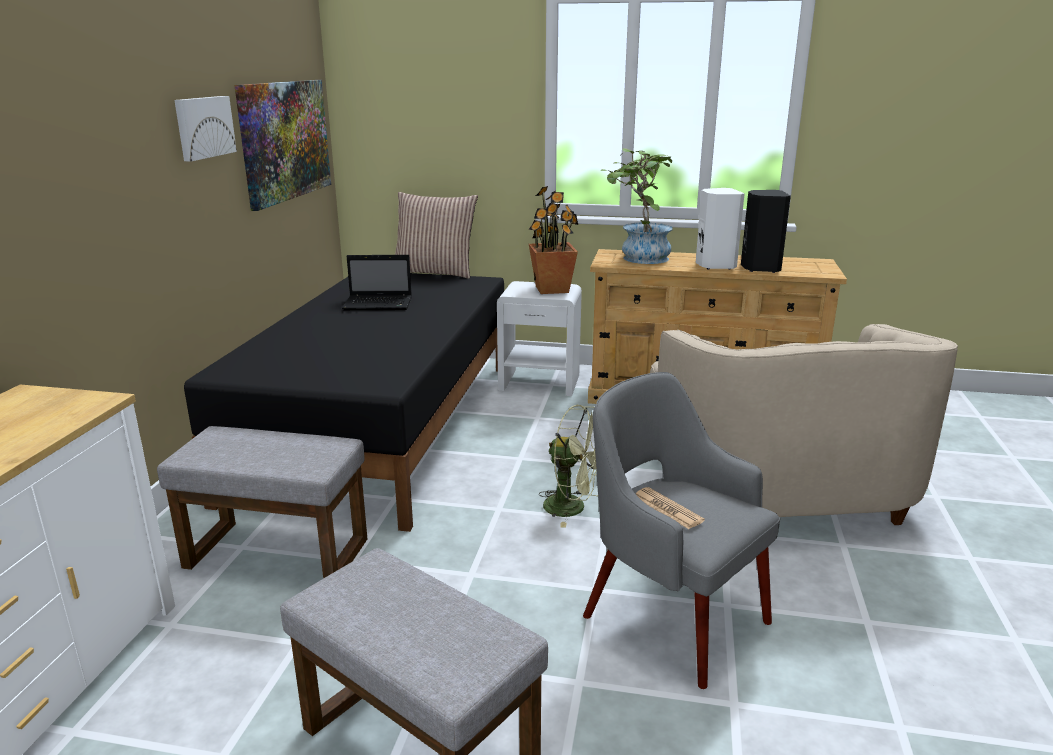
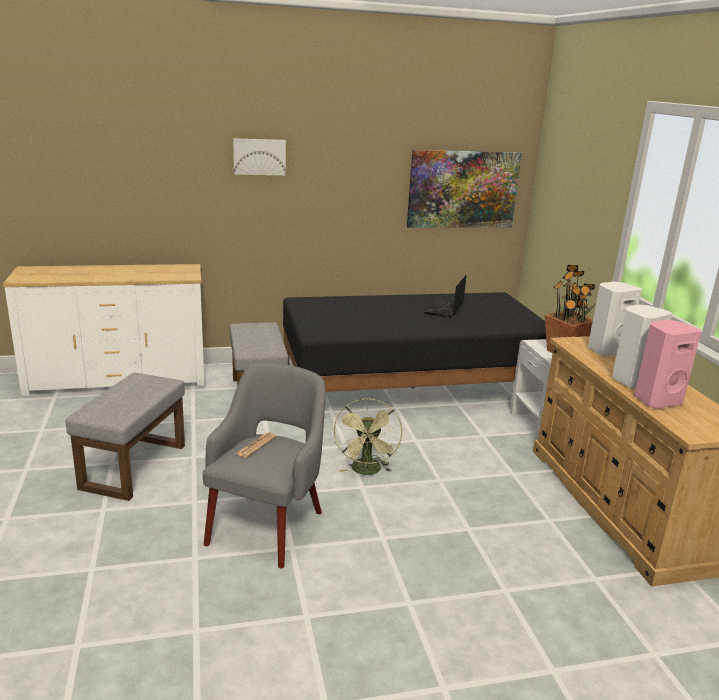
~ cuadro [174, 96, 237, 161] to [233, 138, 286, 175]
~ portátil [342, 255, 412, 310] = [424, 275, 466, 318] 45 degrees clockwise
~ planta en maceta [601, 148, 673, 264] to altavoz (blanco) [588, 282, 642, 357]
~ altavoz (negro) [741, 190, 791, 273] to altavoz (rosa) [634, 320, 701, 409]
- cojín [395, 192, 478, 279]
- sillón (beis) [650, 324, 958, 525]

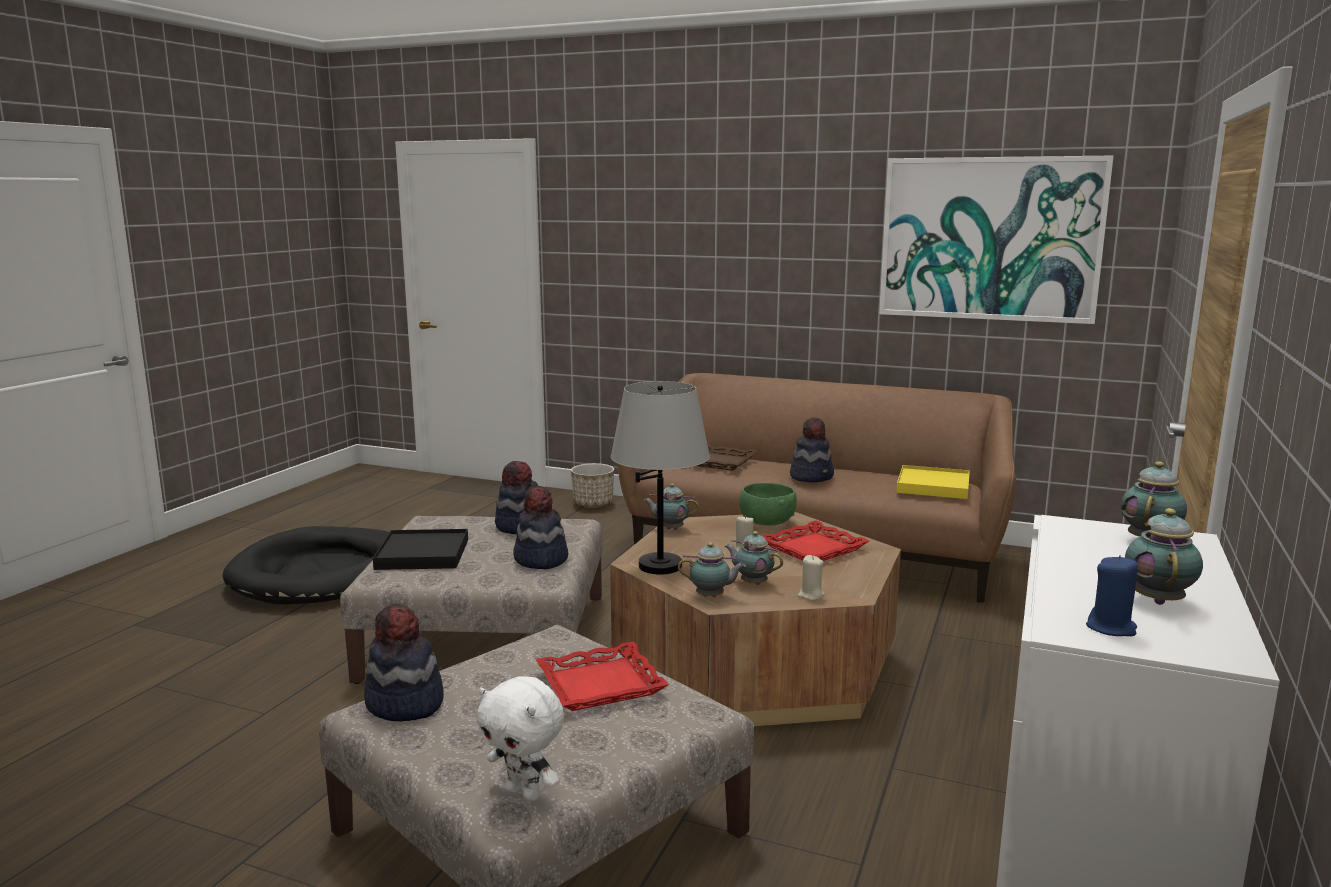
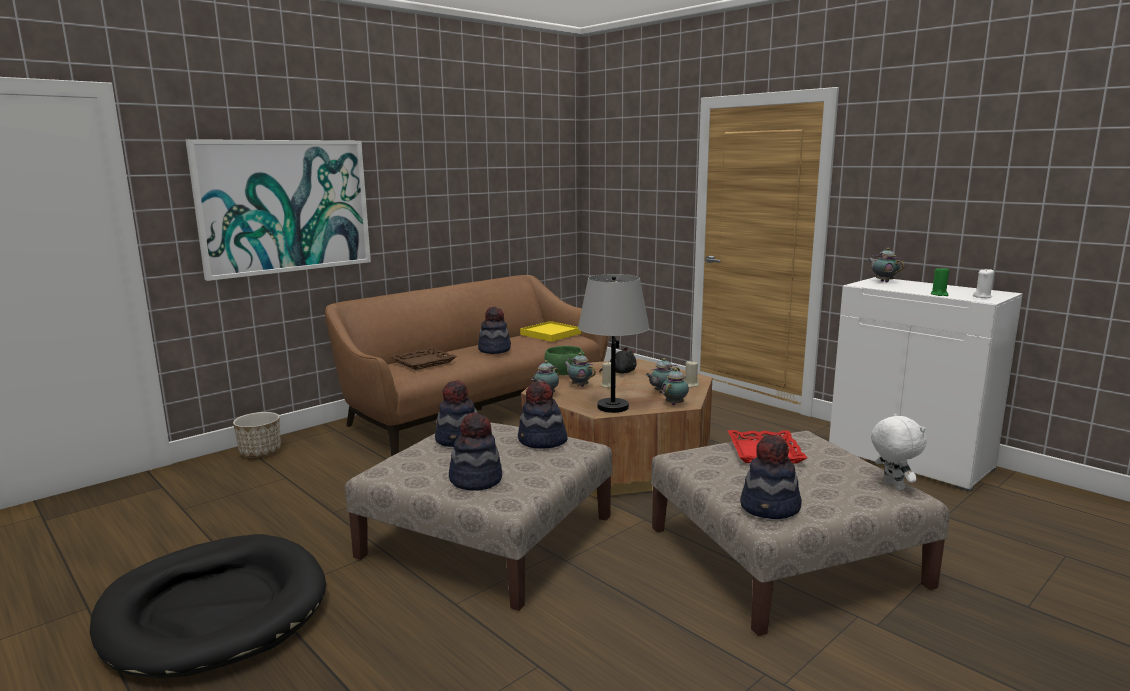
~ cuadro [879, 156, 1114, 324] to [186, 139, 371, 281]
~ bandeja (negro) [373, 529, 468, 570] to sombrero [449, 413, 502, 491]
~ tetera [1125, 508, 1203, 605] to [564, 353, 596, 387]
~ bandeja (rojo) [762, 521, 869, 561] to peluche (negro) [599, 347, 637, 374]
~ peluche (blanco) [477, 676, 564, 803] = [871, 414, 927, 490] 75 degrees counterclockwise
+ vela (verde) [931, 266, 949, 296]
~ vela (azul) [1086, 555, 1138, 636] to vela (blanco) [973, 268, 994, 298]

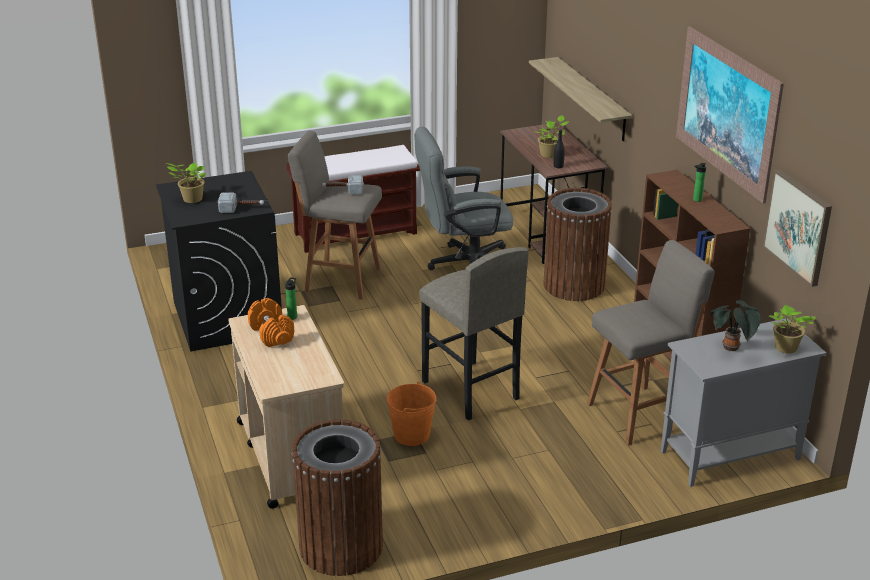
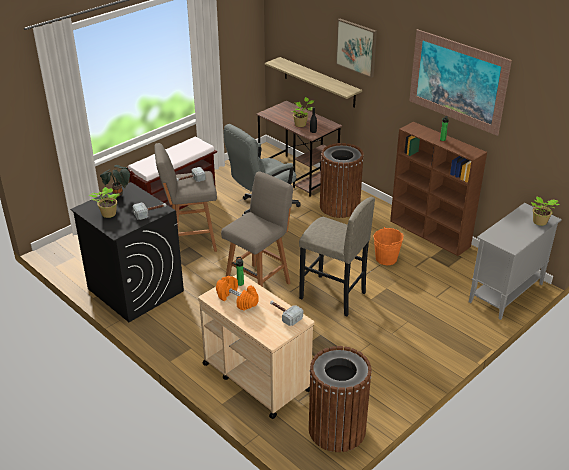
~ planta en maceta [710, 300, 761, 351] to [100, 165, 130, 196]
~ taburete (gris) [587, 240, 715, 446] to [221, 171, 293, 287]
+ martillo [270, 301, 303, 326]
~ cuadro [763, 169, 832, 287] to [336, 19, 377, 78]
~ cubo (naranja) [387, 382, 437, 446] to [374, 227, 404, 265]

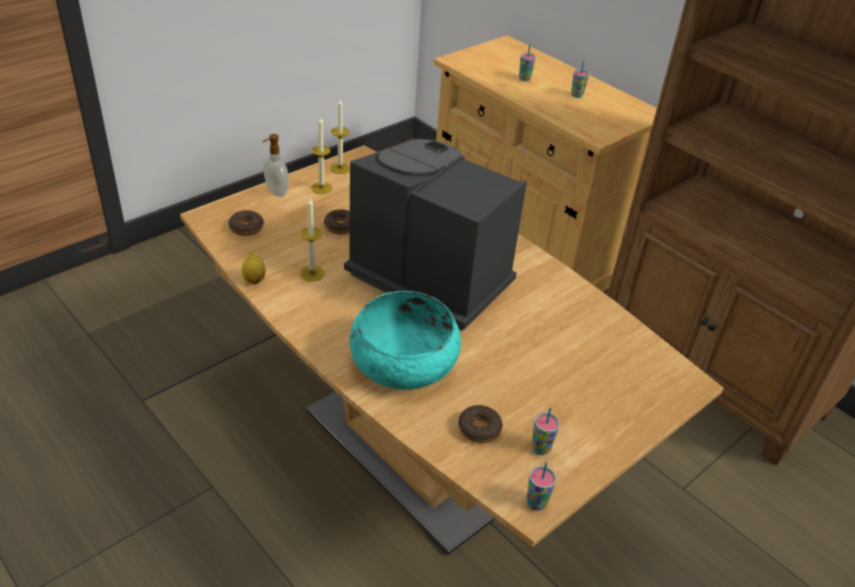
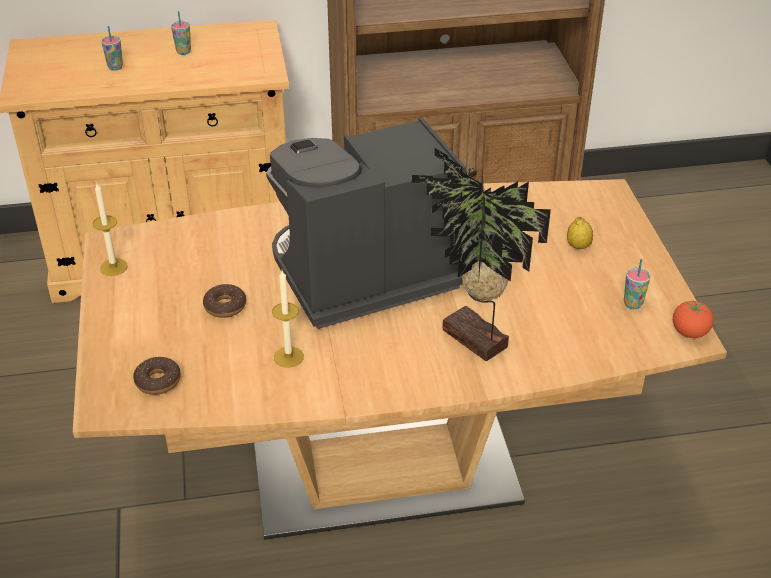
~ cuenco (turquesa) [349, 291, 461, 390] to planta en maceta [412, 148, 551, 361]
~ limón [242, 252, 266, 284] to [567, 216, 593, 249]
~ taza [526, 462, 556, 511] to tomate [673, 300, 714, 338]
- dispensador de jabón [262, 134, 289, 197]
- vela [311, 116, 333, 194]
- rosquilla [458, 405, 503, 443]

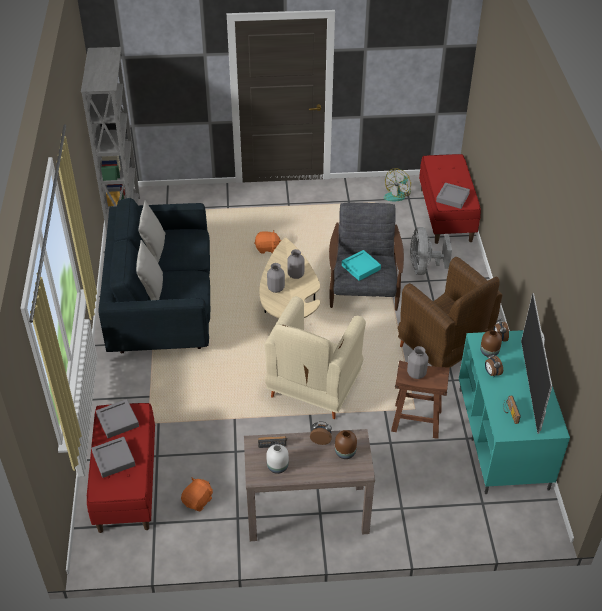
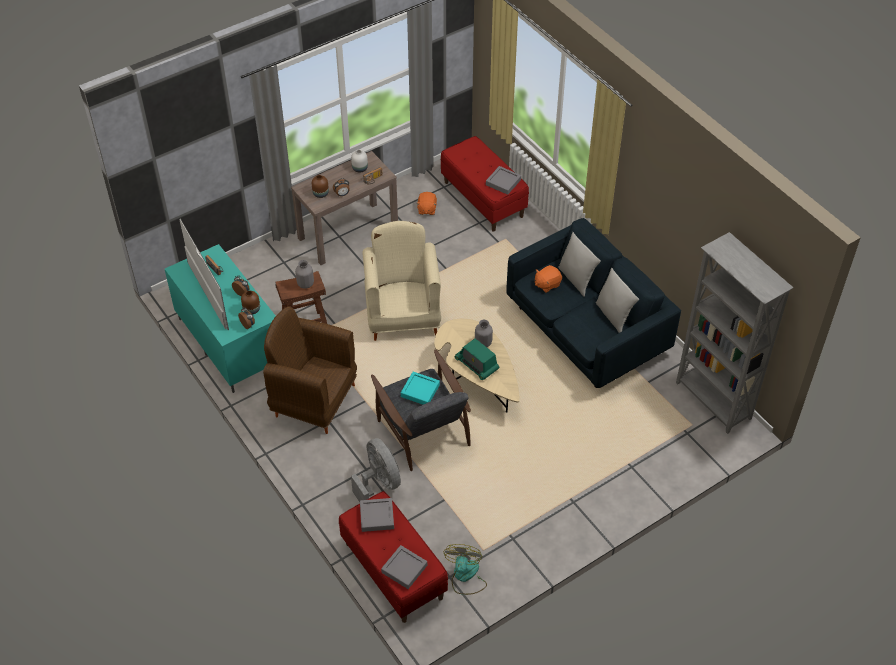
~ bandeja (gris) [91, 437, 136, 478] to [381, 545, 427, 589]
~ florero (gris) [287, 249, 305, 279] to radio [455, 338, 499, 380]
~ peluche (naranja) [254, 230, 281, 254] to [535, 265, 562, 293]

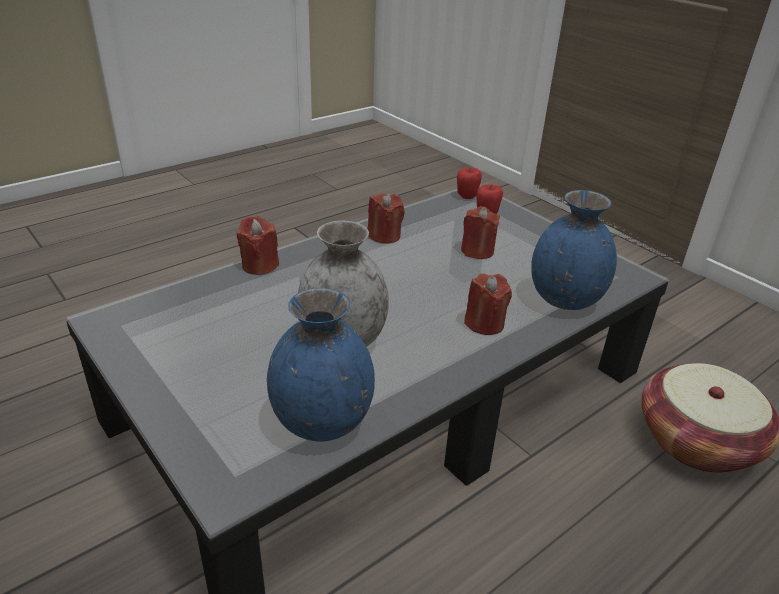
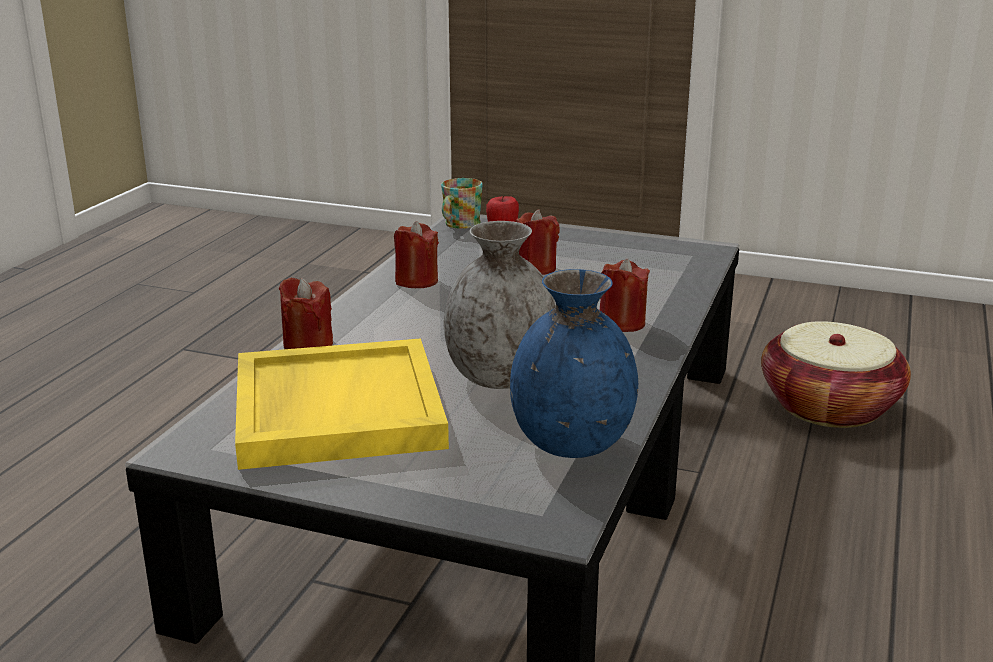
+ bandeja (amarillo) [235, 338, 449, 470]
~ manzana [457, 167, 482, 199] to taza grande [441, 178, 483, 229]
- florero (azul) [531, 190, 617, 310]

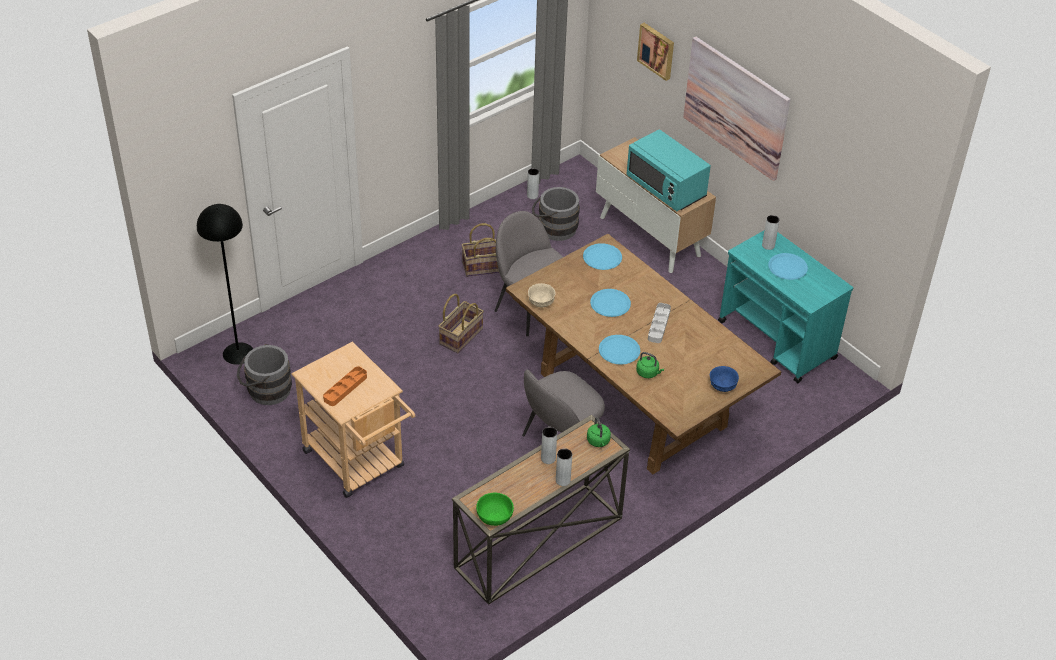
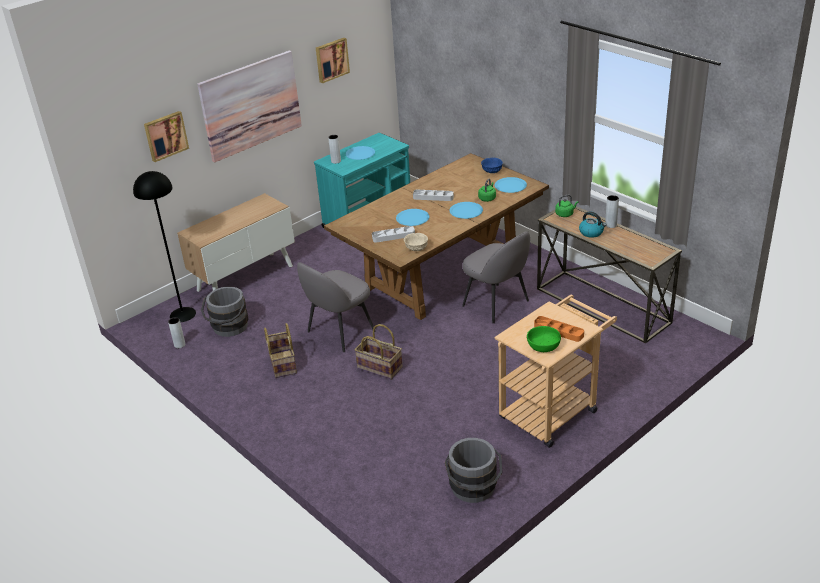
~ lámpara de pie (negro) [197, 204, 253, 365] to [133, 171, 196, 322]
+ cuadro [316, 38, 350, 83]
+ bandeja (gris) [372, 226, 415, 243]
~ plato (azul) [583, 243, 622, 270] to [495, 177, 527, 193]
~ cuenco (verde) [476, 493, 514, 526] to [527, 326, 561, 352]
~ florero (gris) [541, 427, 557, 464] to hervidor [579, 211, 606, 238]
- microondas (turquesa) [626, 129, 711, 211]

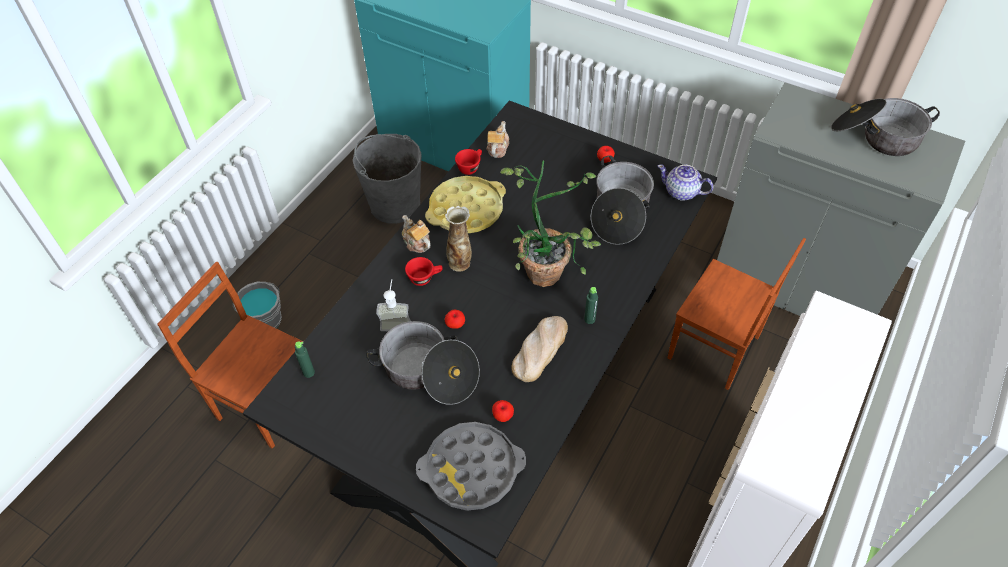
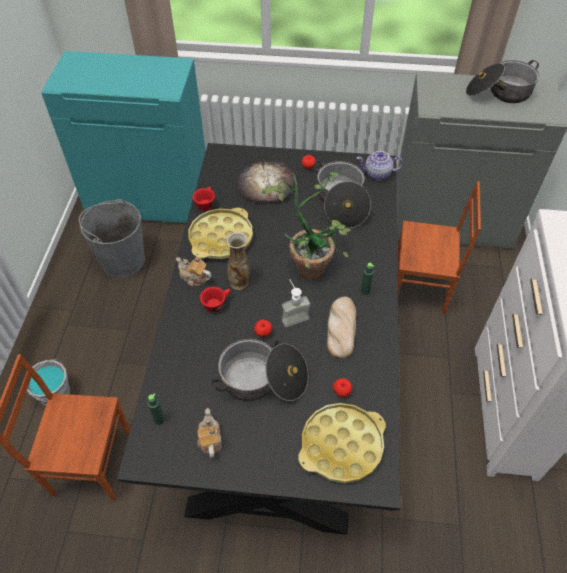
~ tetera [486, 121, 509, 158] to [197, 408, 222, 458]
+ pan [237, 160, 296, 204]
~ dispensador de jabón [376, 279, 411, 331] to [282, 279, 310, 327]
~ bandeja (gris) [416, 422, 526, 511] to bandeja (amarillo) [298, 403, 386, 483]

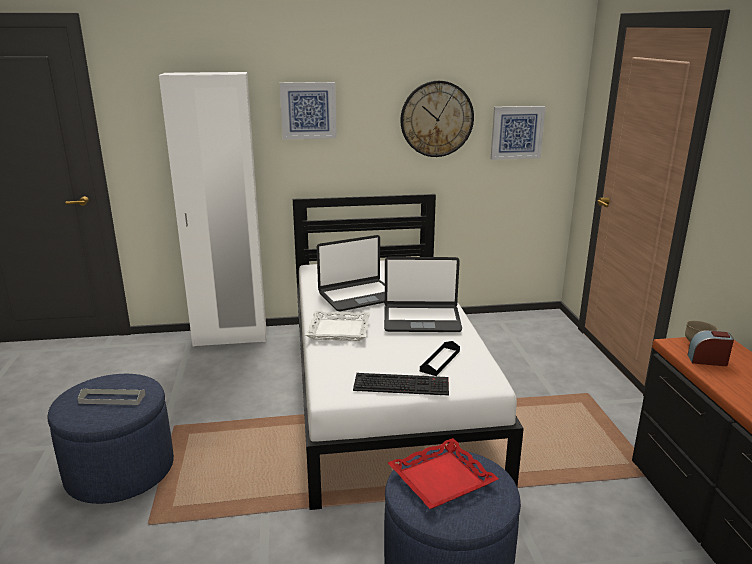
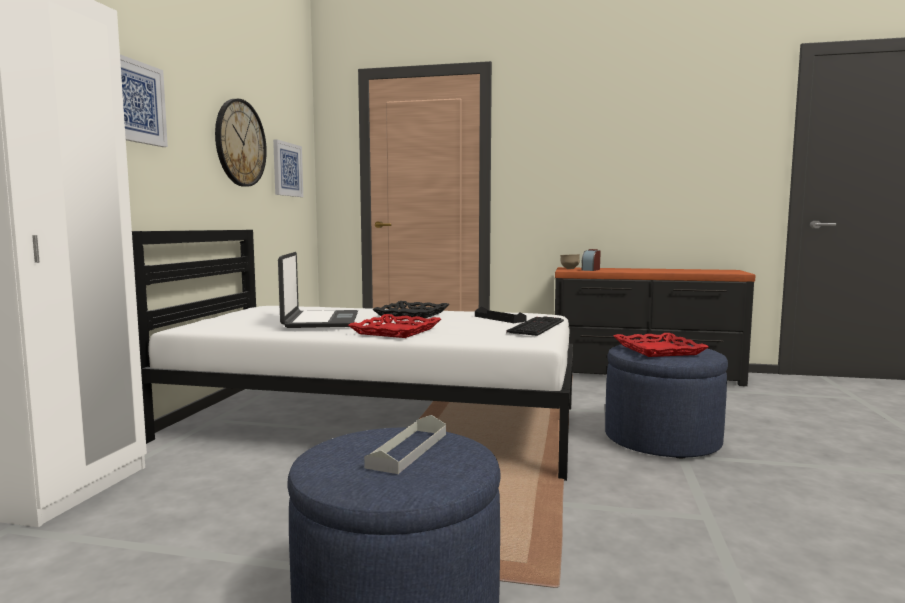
~ bandeja (blanco) [305, 311, 370, 341] to bandeja (rojo) [348, 314, 441, 338]
~ portátil [384, 257, 462, 332] to bandeja (negro) [372, 301, 449, 318]

